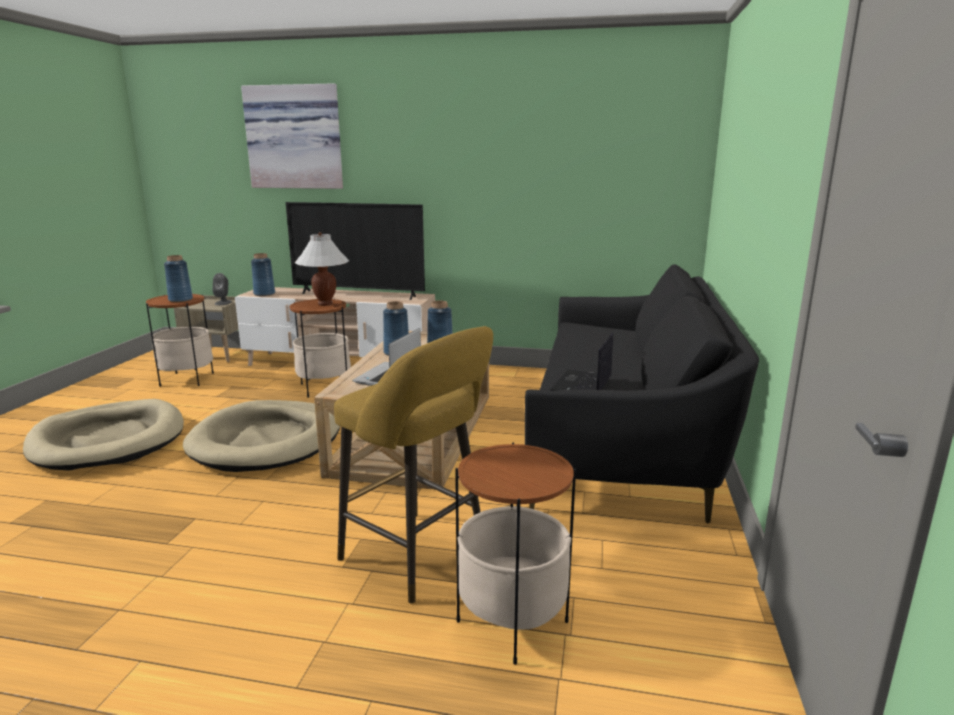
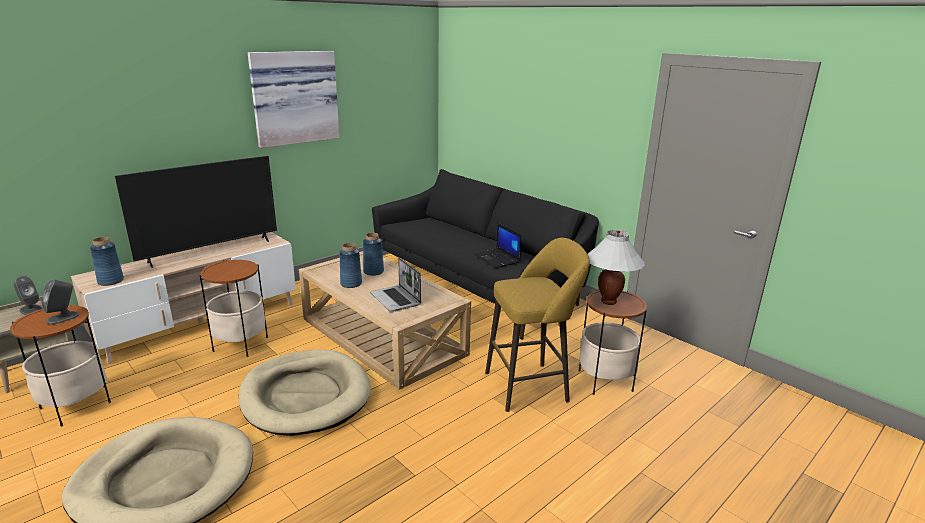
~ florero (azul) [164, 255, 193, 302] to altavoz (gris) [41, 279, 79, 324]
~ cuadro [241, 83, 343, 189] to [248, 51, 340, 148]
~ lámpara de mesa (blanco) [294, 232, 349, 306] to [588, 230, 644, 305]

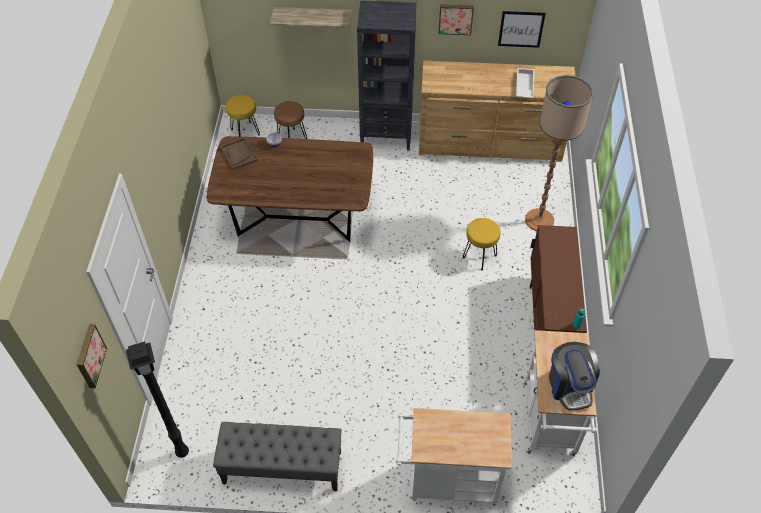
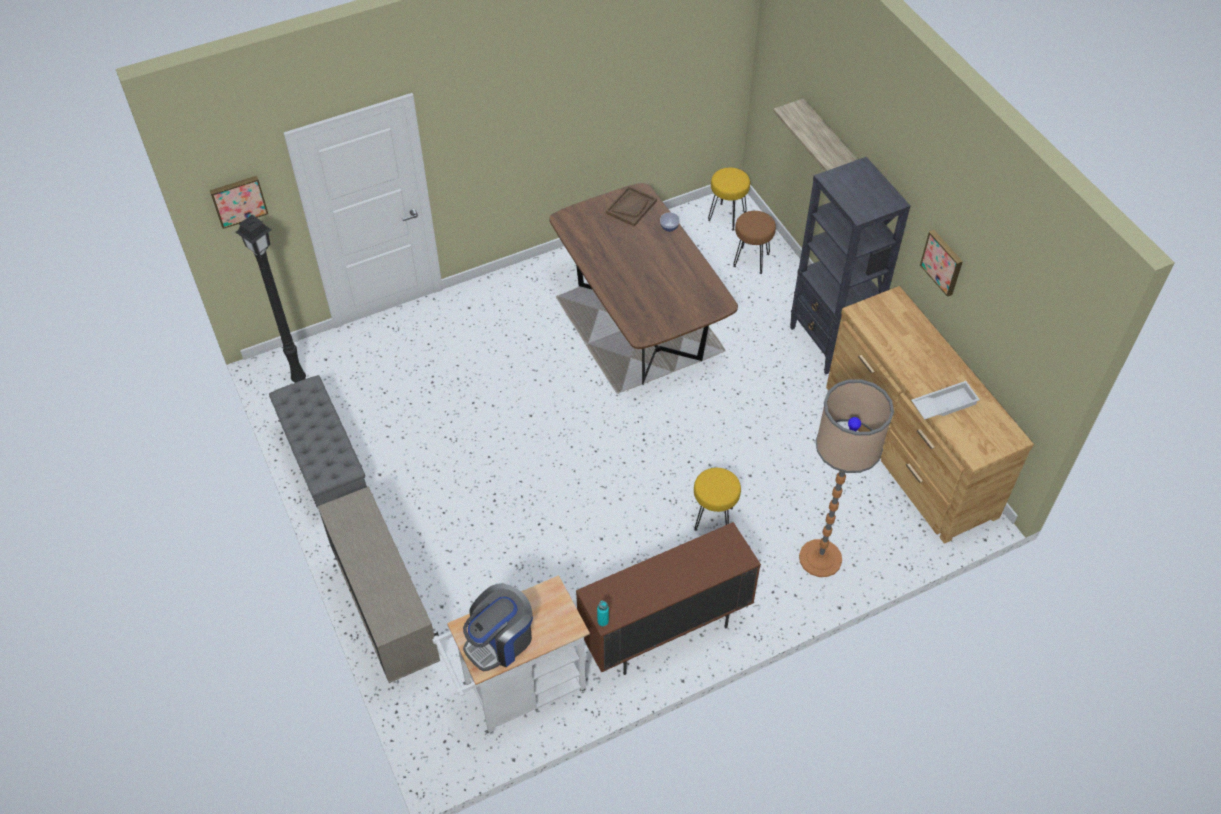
~ carrito (blanco) [396, 408, 512, 506] to armario (beis) [318, 486, 440, 683]
- cuadro [498, 11, 546, 48]

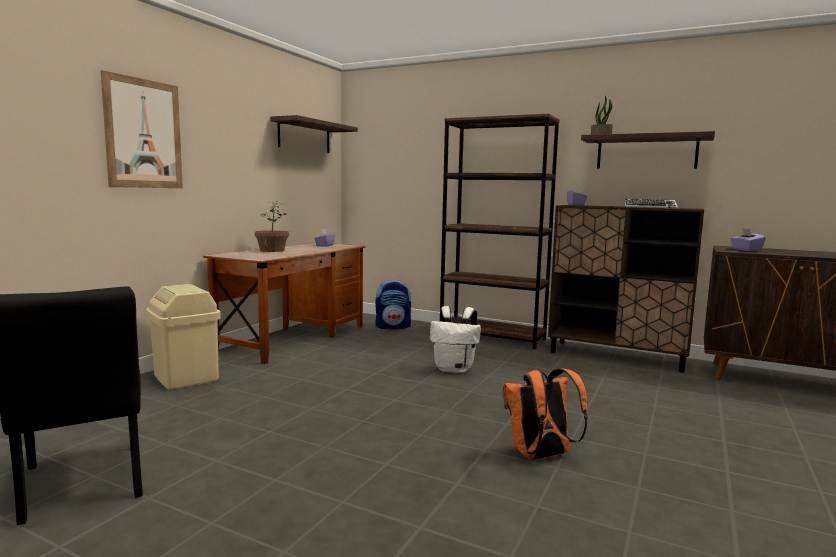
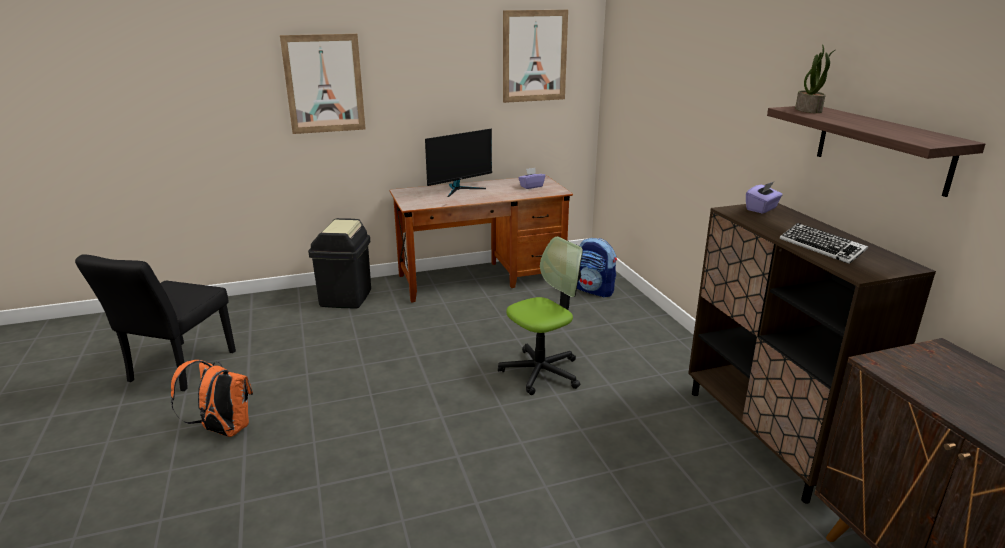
~ mochila (naranja) [503, 368, 588, 460] to [171, 360, 253, 437]
~ papelera (beis) [146, 284, 221, 390] to papelera (negro) [308, 218, 371, 308]
~ planta en maceta [255, 201, 289, 252] to monitor [425, 129, 492, 197]
~ mochila (blanco) [430, 306, 481, 373] to silla de oficina [498, 236, 583, 395]
~ estante [270, 115, 358, 153] to cuadro [503, 10, 568, 103]
- estantería (marrón) [440, 114, 560, 349]
- caja de pañuelos (morado) [731, 228, 766, 251]

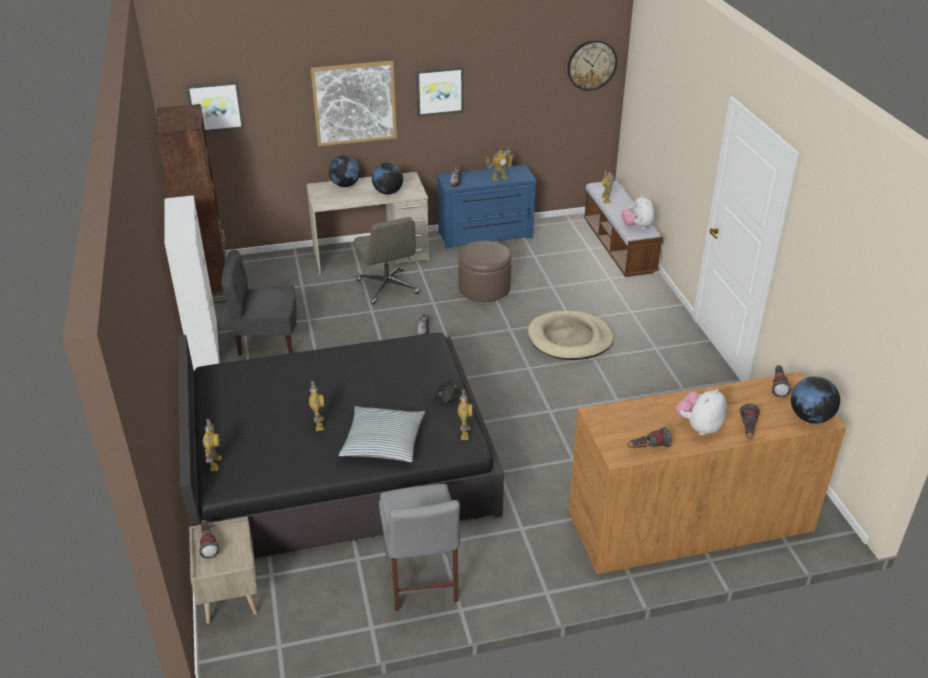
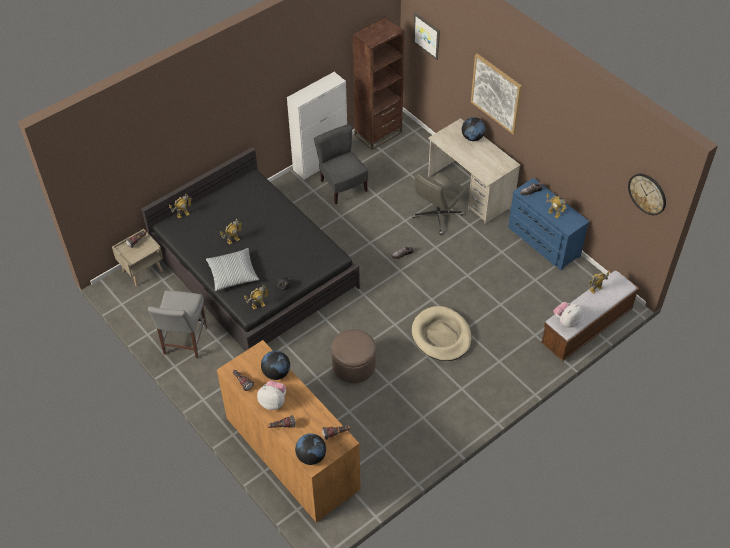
~ silla (gris) [379, 484, 460, 611] = [148, 290, 208, 358] 45 degrees counterclockwise
~ globo terráqueo [372, 163, 403, 195] to [261, 351, 290, 380]
~ puf (marrón) [458, 241, 511, 302] to [331, 329, 376, 384]
- cuadro [416, 66, 464, 117]

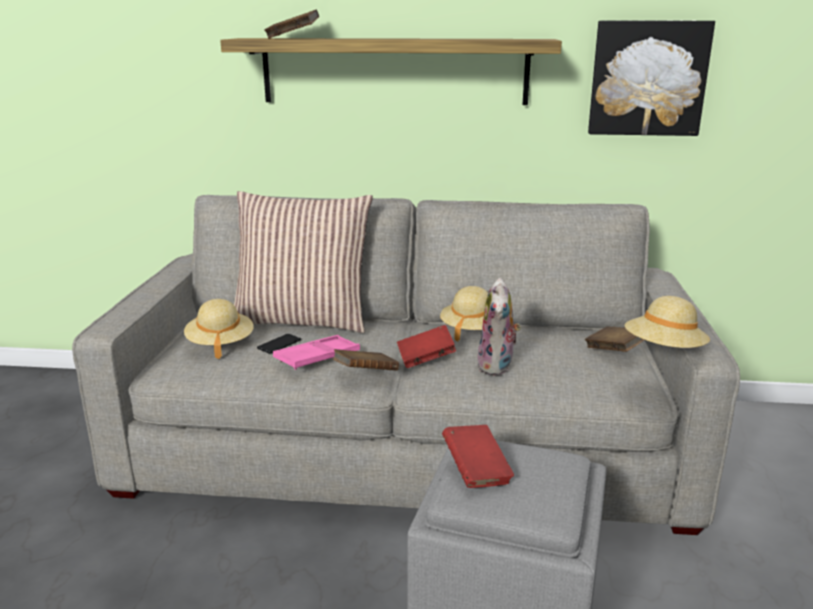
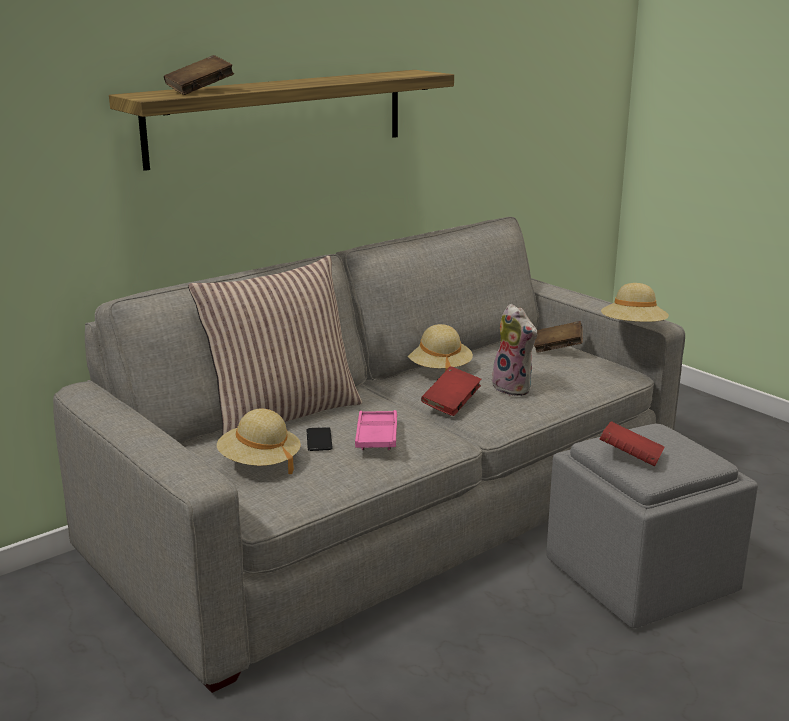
- libro (marrón) [333, 349, 399, 371]
- cuadro [588, 21, 715, 136]

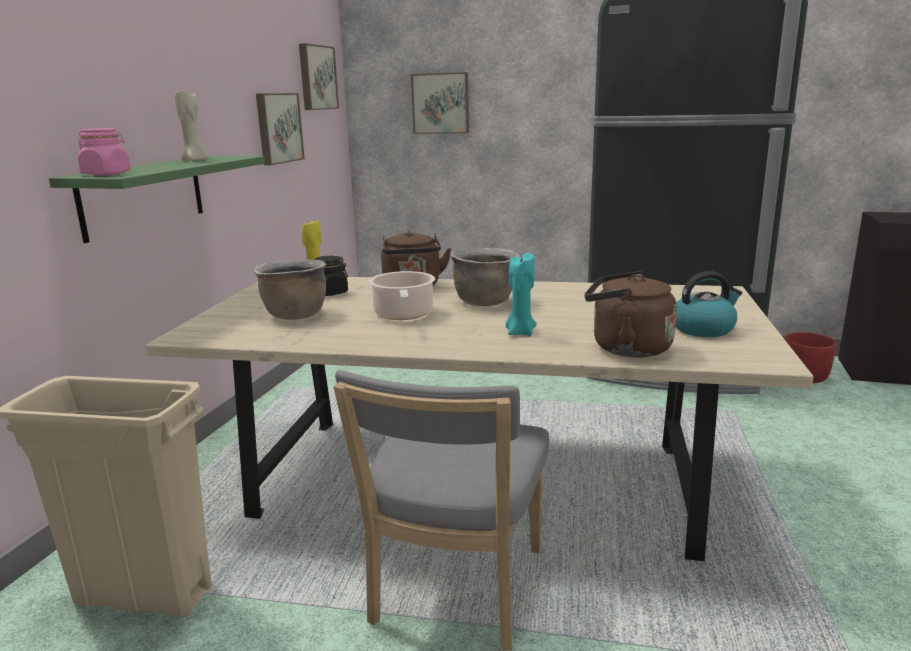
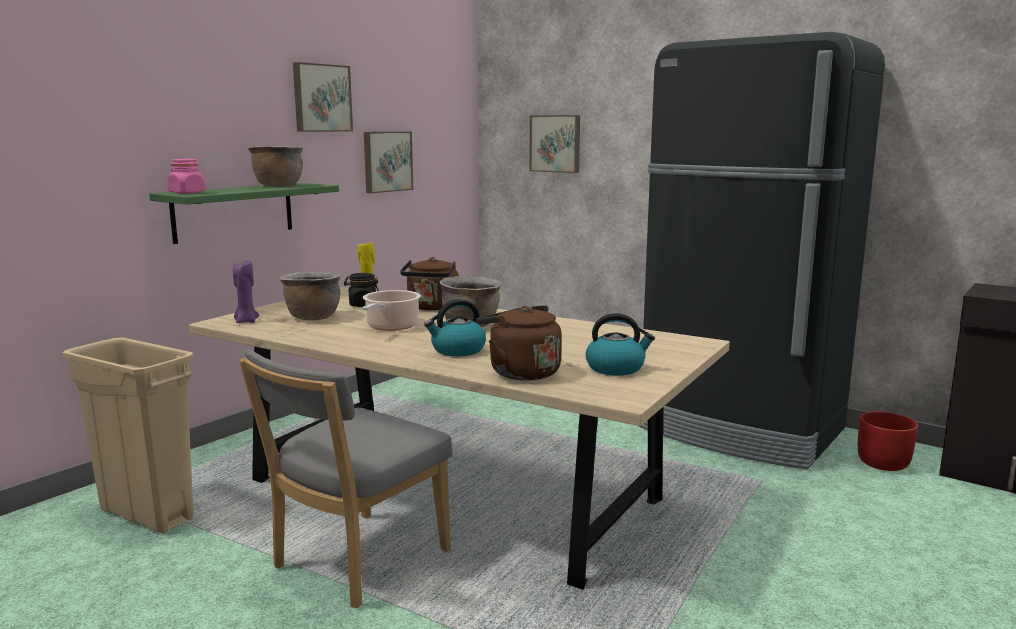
+ vela (morado) [233, 260, 259, 323]
~ vela (beis) [174, 90, 209, 161] to olla (marrón) [248, 146, 303, 187]
~ cuadro [299, 43, 339, 110] to [293, 62, 353, 132]
~ vela (turquesa) [506, 253, 537, 336] to hervidor [424, 299, 486, 356]

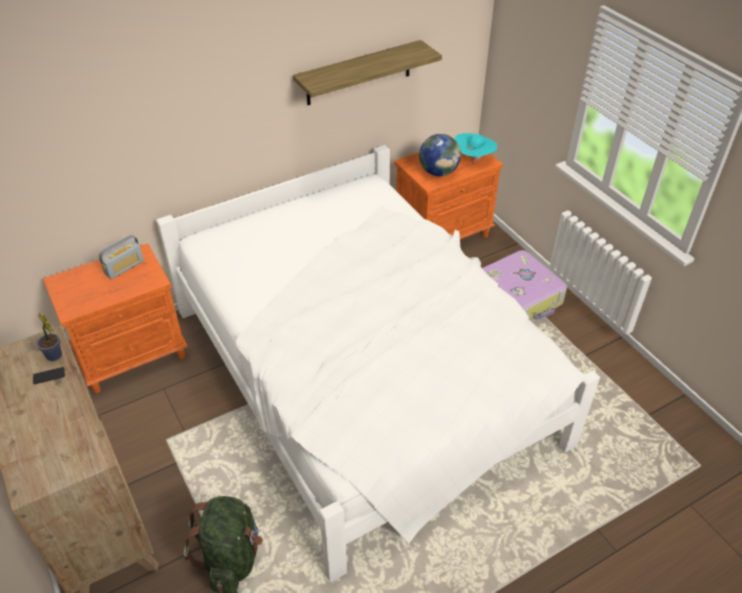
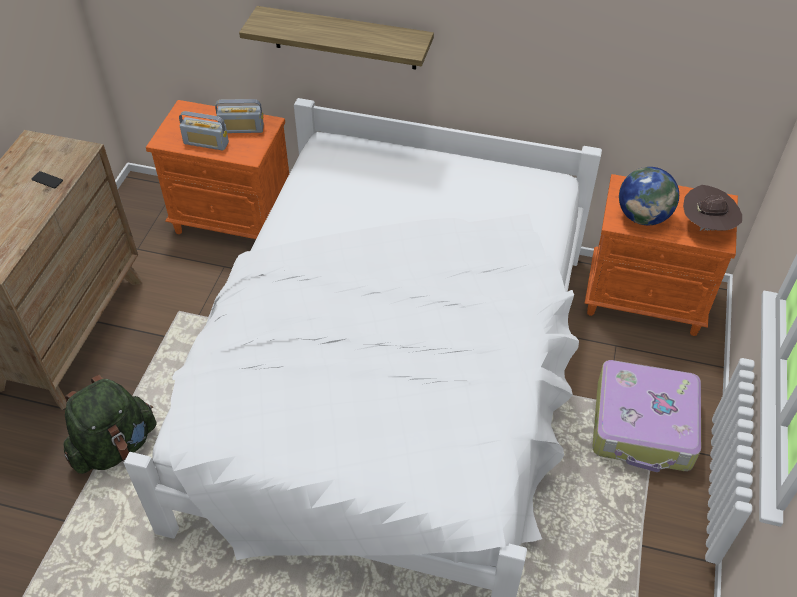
+ radio [179, 111, 229, 151]
~ estante [293, 40, 442, 105] to [239, 6, 434, 69]
~ sombrero (turquesa) [455, 133, 497, 162] to sombrero (marrón) [683, 185, 742, 231]
- planta en maceta [37, 312, 62, 361]

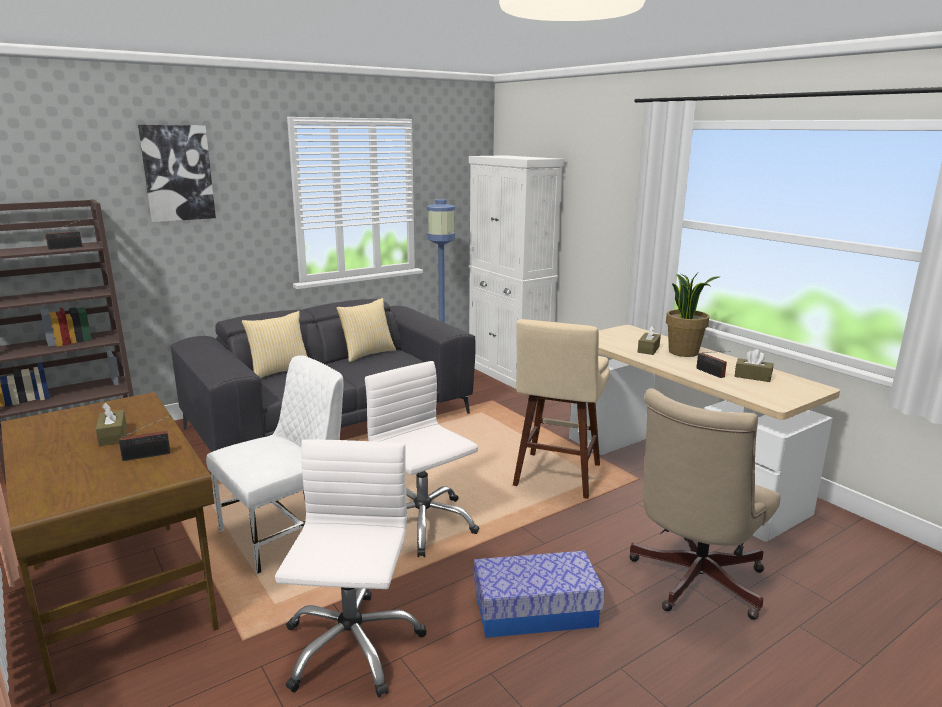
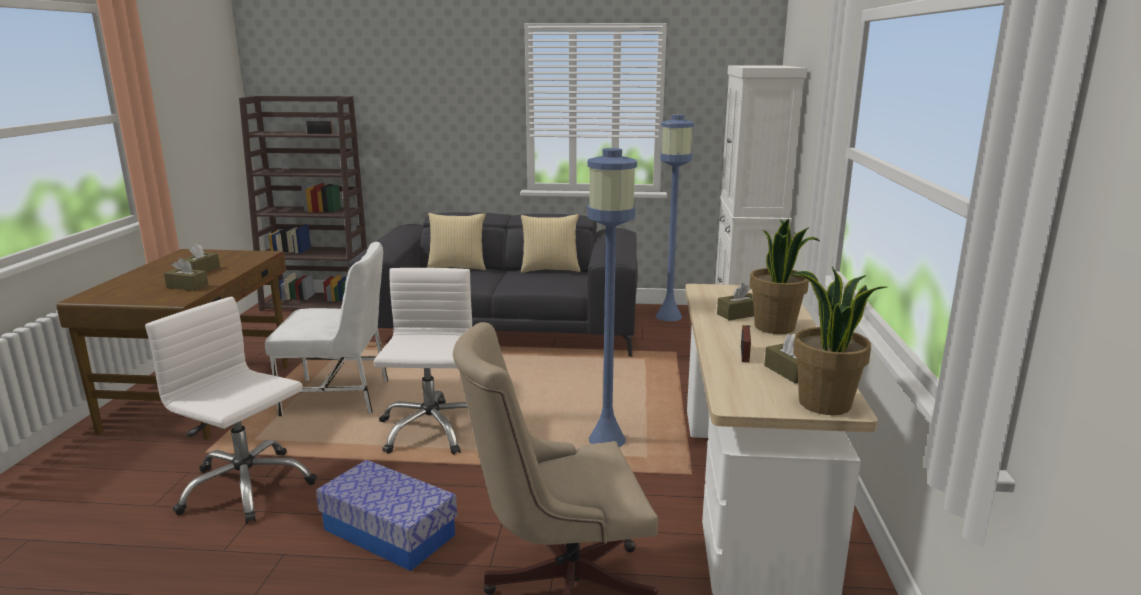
~ silla de oficina (blanco) [275, 439, 427, 697] = [145, 297, 317, 524] 105 degrees counterclockwise
~ radio [119, 415, 171, 461] to caja de pañuelos (marrón) [164, 258, 208, 291]
~ taburete (beis) [513, 319, 610, 499] to lámpara de pie (azul) [587, 148, 637, 447]
+ planta en maceta [791, 267, 886, 415]
- cuadro [138, 125, 216, 222]

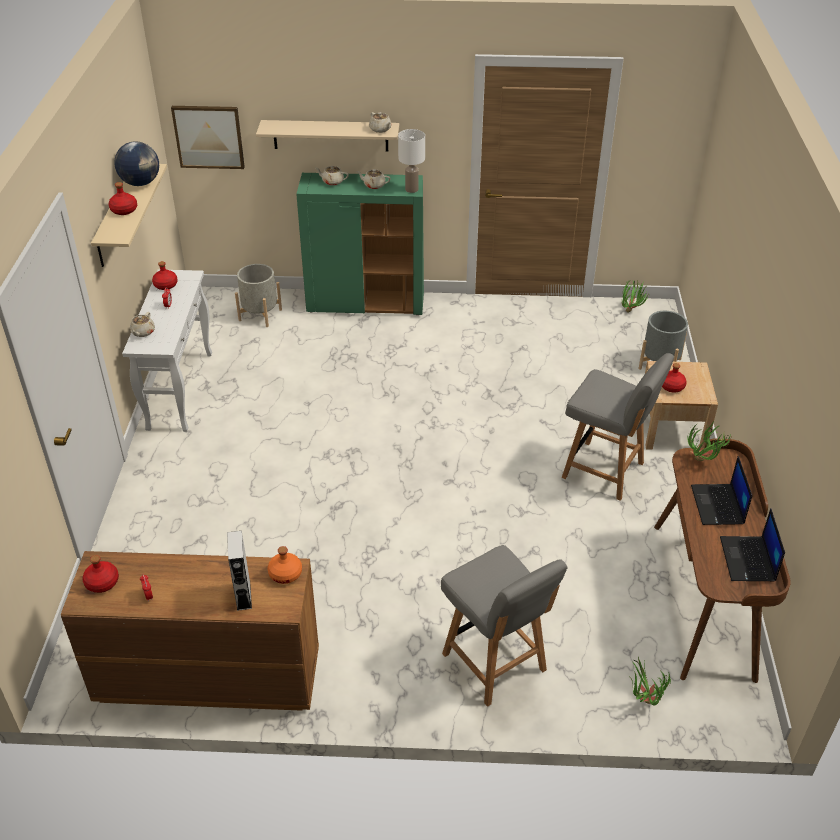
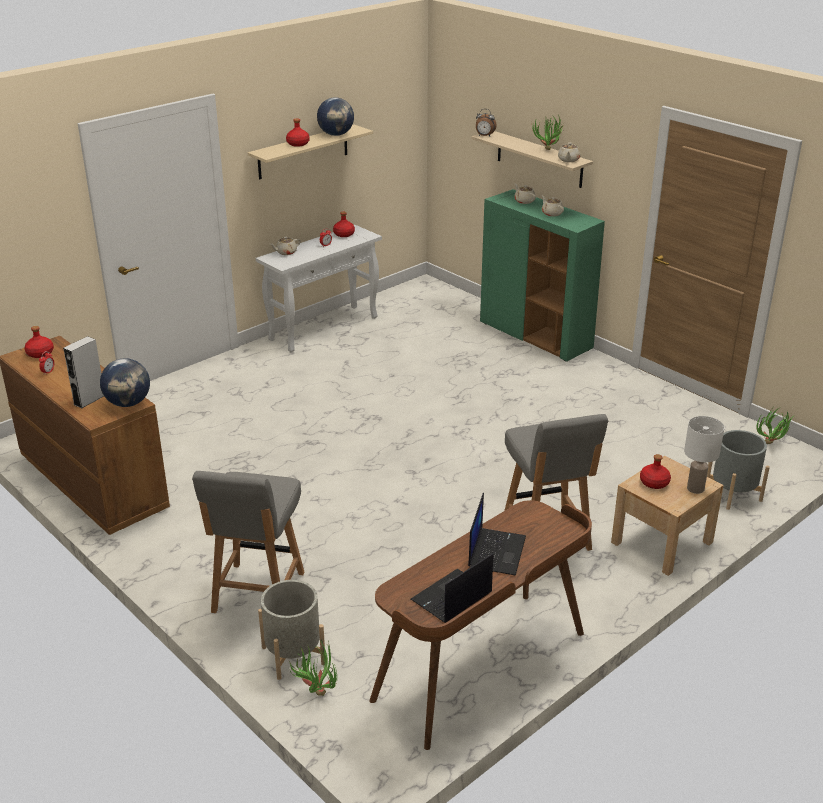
~ botella (naranja) [268, 546, 302, 584] to globo terráqueo [100, 358, 150, 407]
~ maceta (gris) [235, 264, 282, 327] to [258, 580, 325, 680]
~ portátil [691, 456, 752, 525] = [468, 493, 526, 575] 150 degrees clockwise
+ despertador [476, 109, 496, 136]
~ planta en maceta [688, 422, 732, 461] to [532, 115, 566, 150]
~ lámpara de mesa (blanco) [398, 129, 425, 193] to [684, 416, 724, 494]
- cuadro [171, 106, 245, 169]

